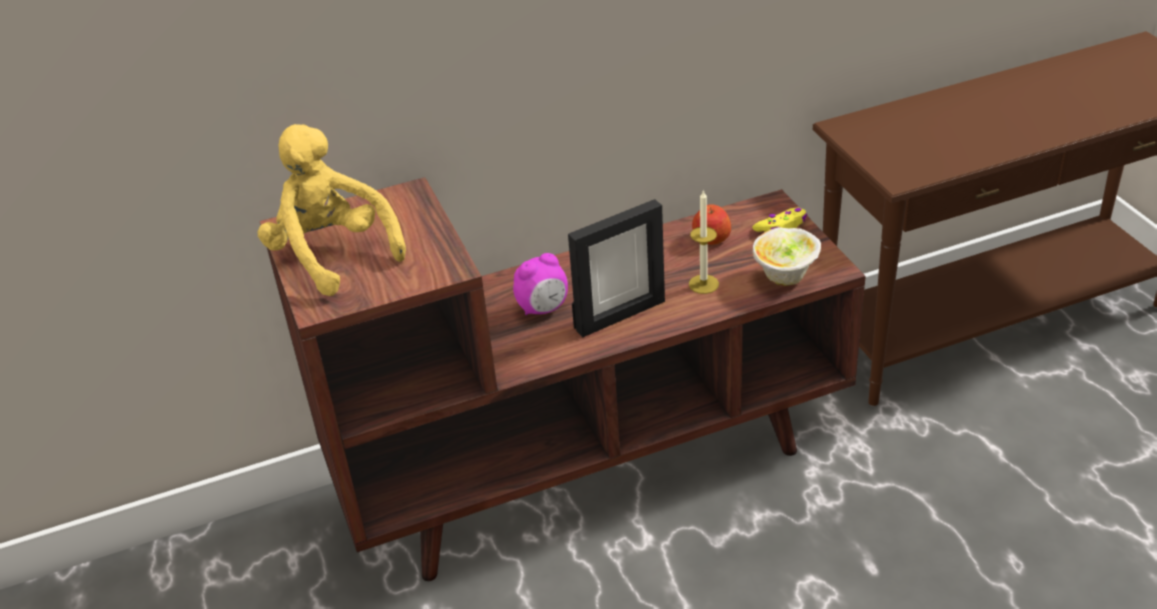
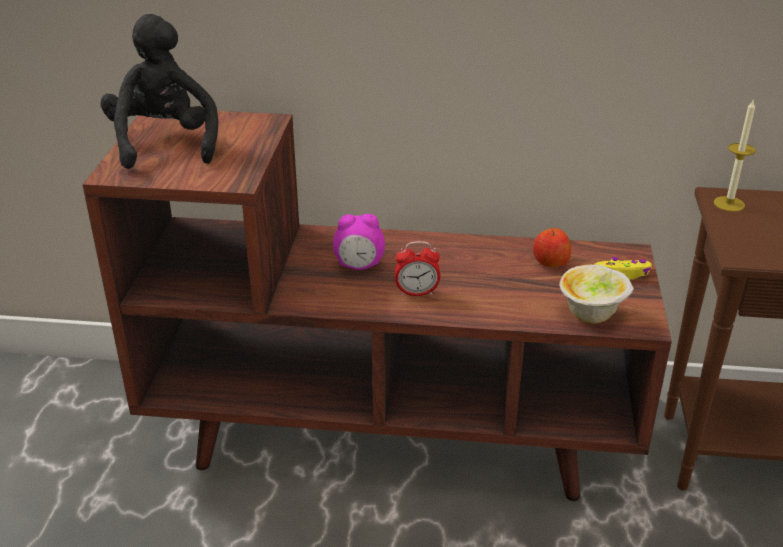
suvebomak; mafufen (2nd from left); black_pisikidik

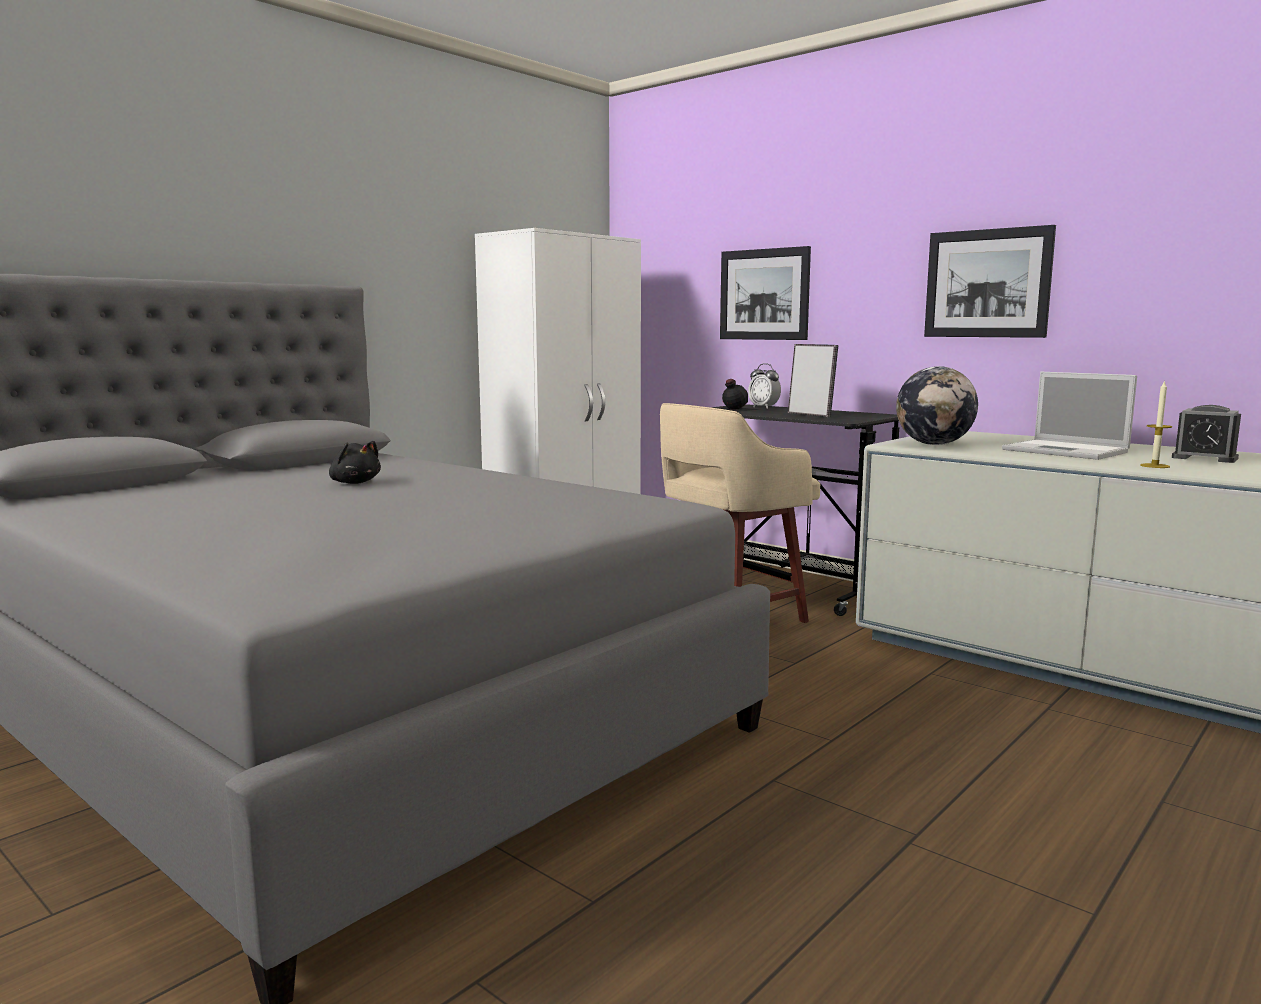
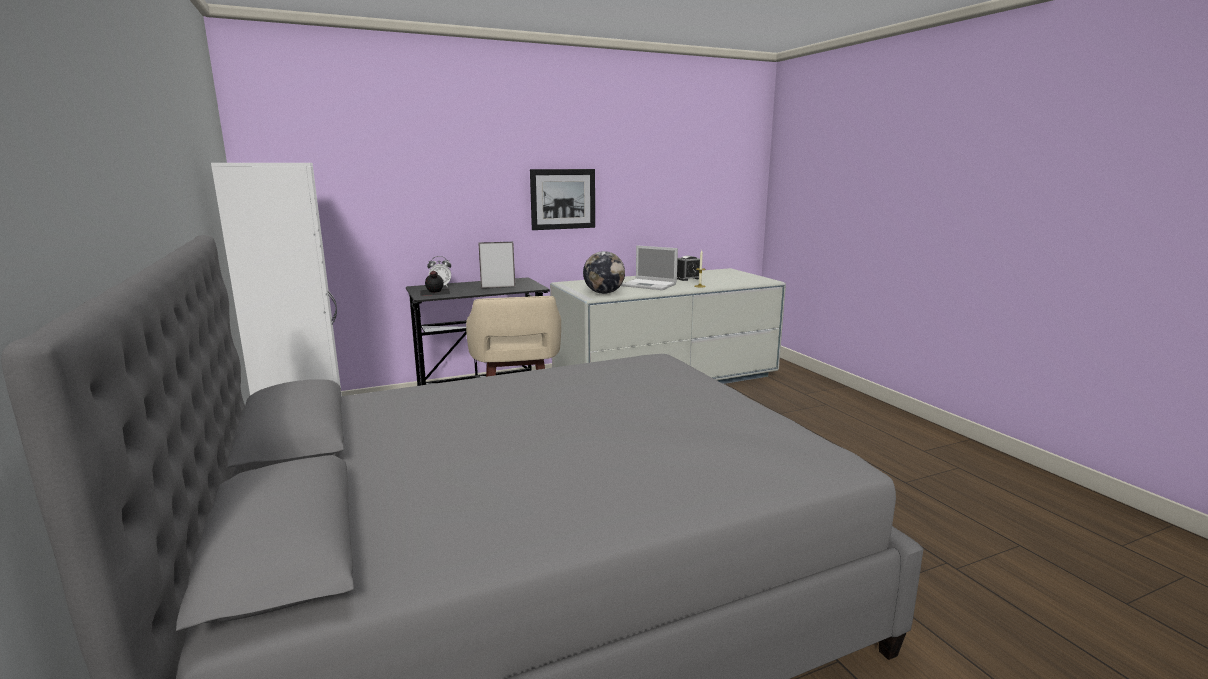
black_pisikidik; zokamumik (1st from left in the first image); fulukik

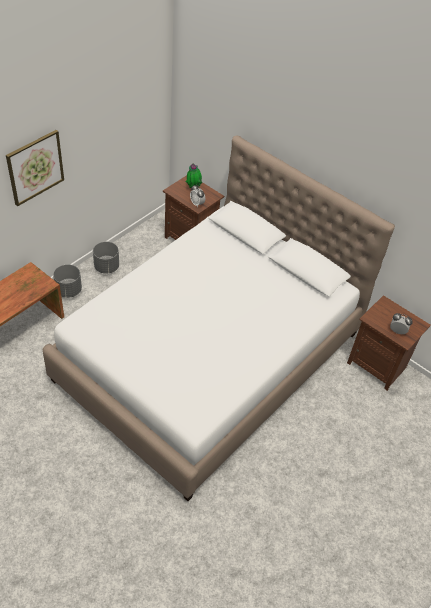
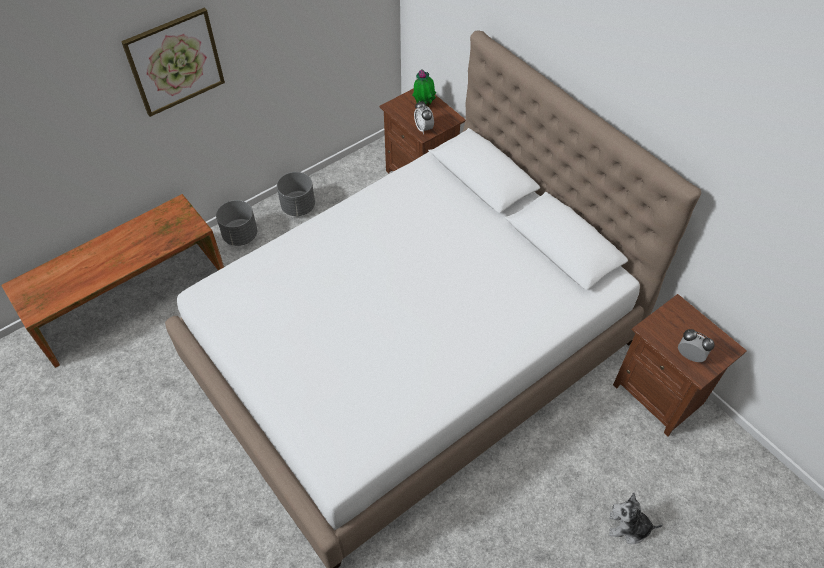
pisikidik

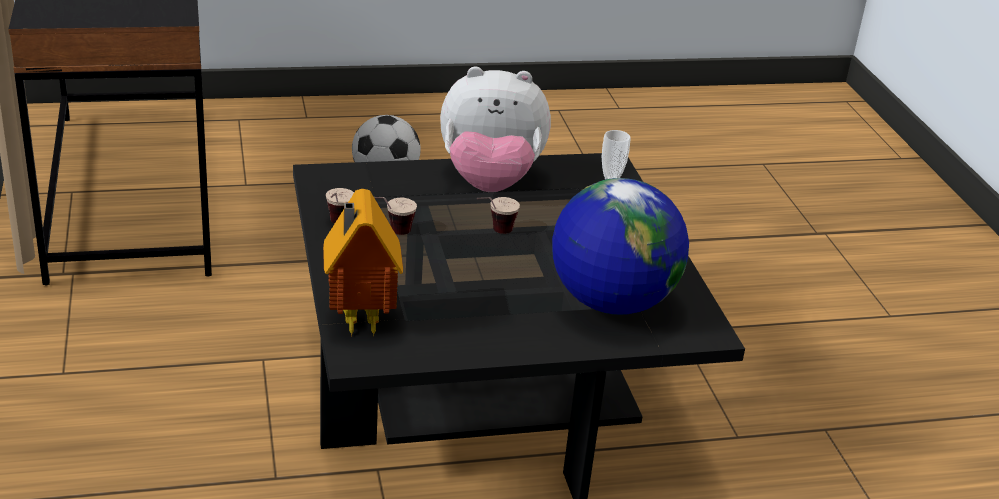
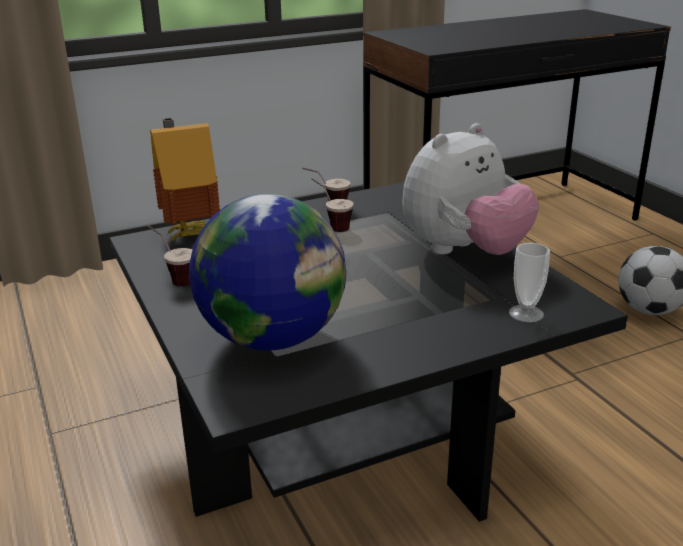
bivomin (1st from left); pisikidik

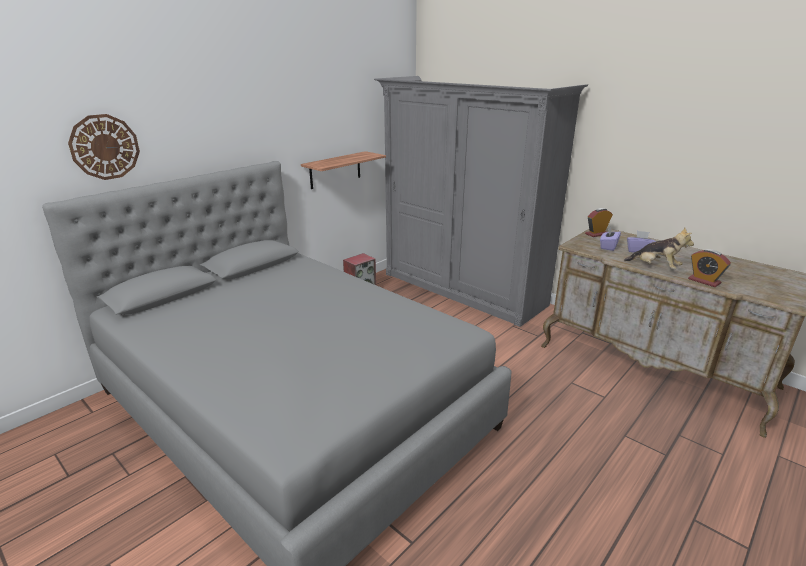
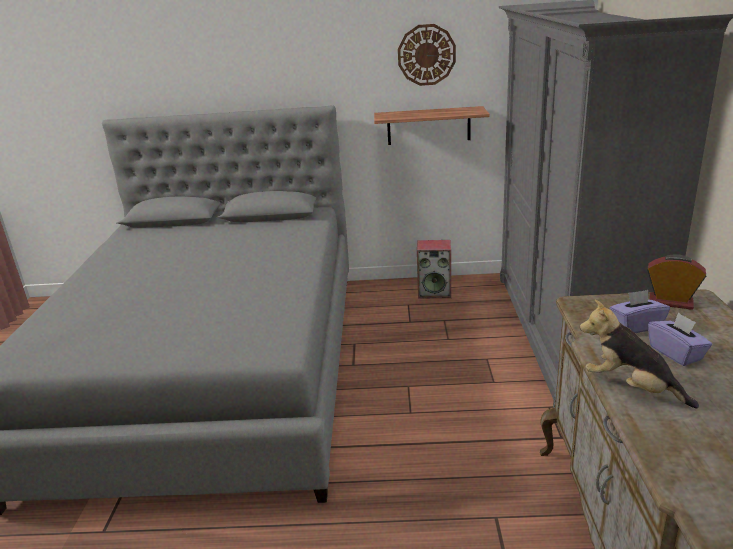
mafufen (2nd from left in the first image); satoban; pisikidik

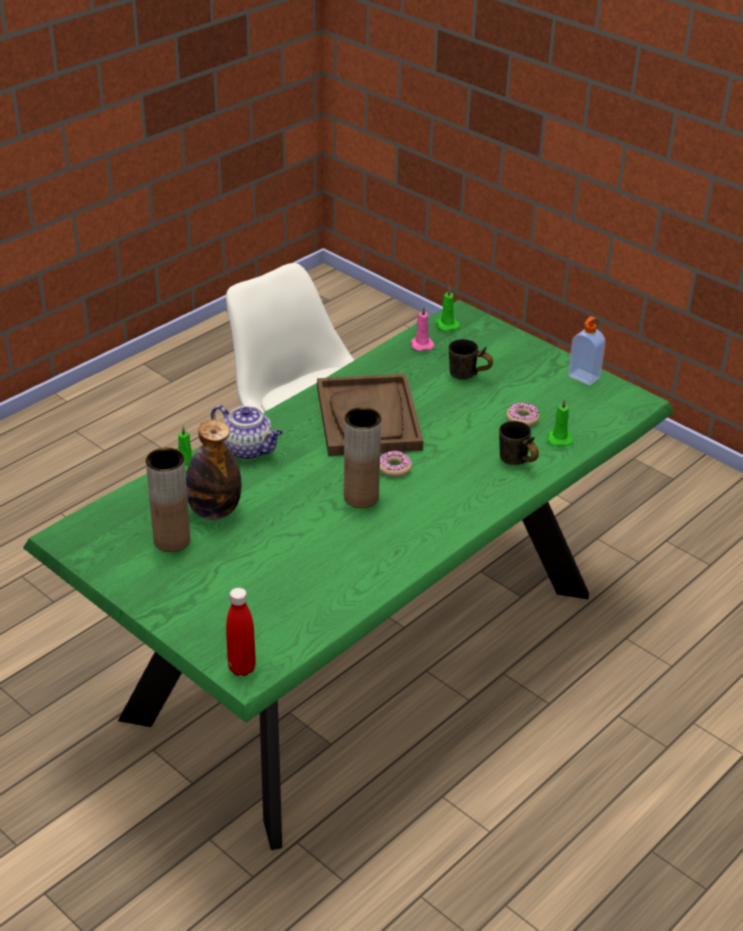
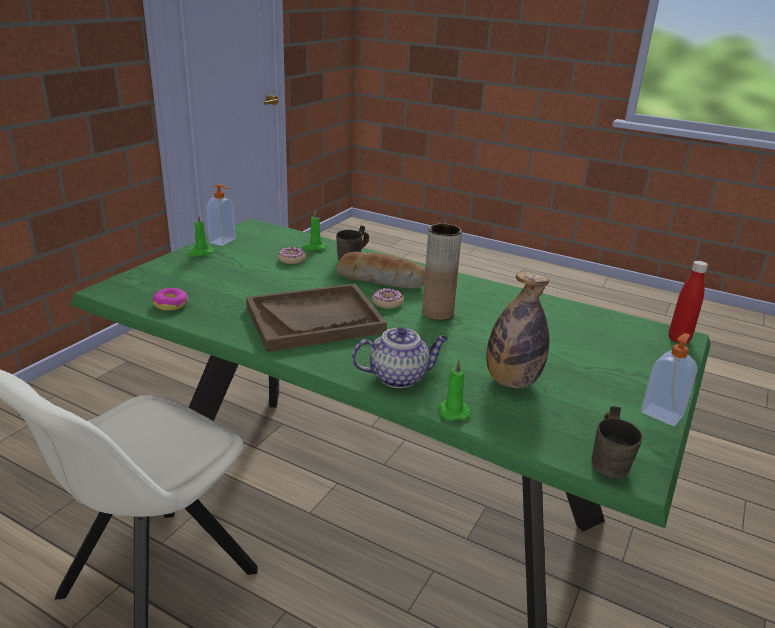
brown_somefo (1st from left in the first image); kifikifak; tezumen (2nd from left); green_suvebomak (1st from left); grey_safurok (2nd from left); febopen (1st from left); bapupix

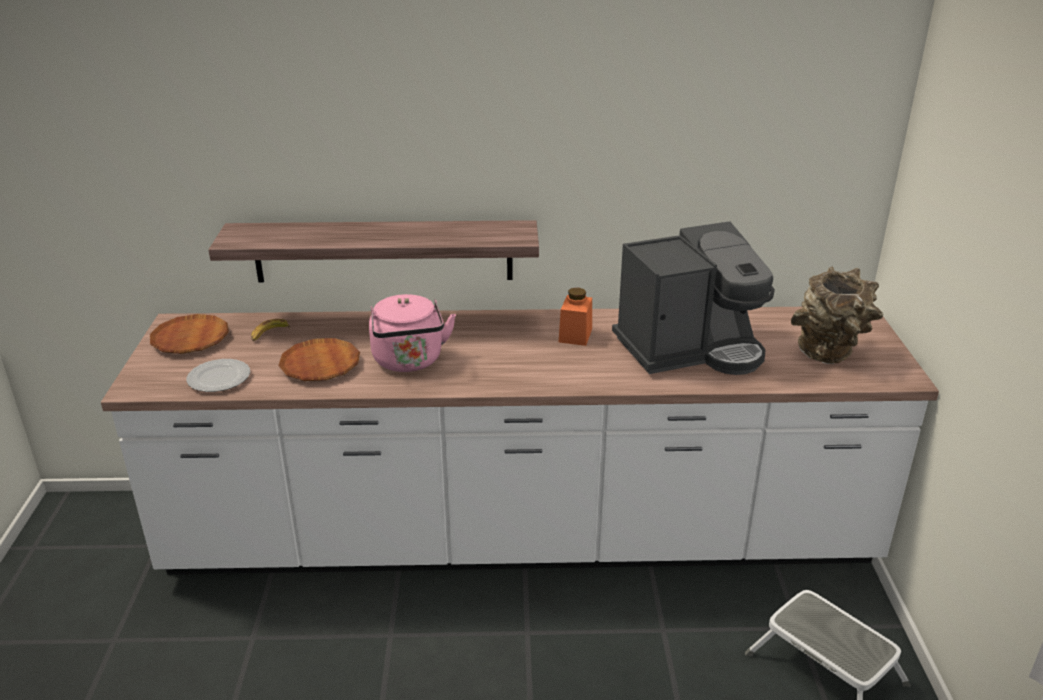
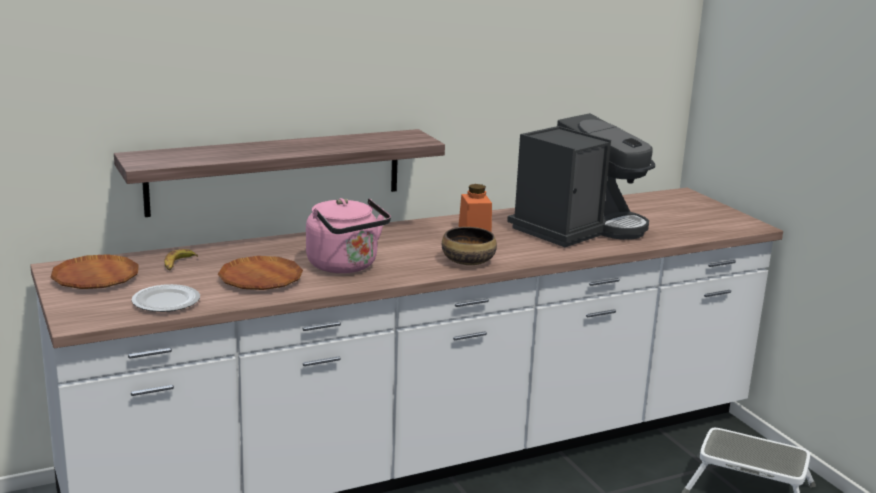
brown_somefo; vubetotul

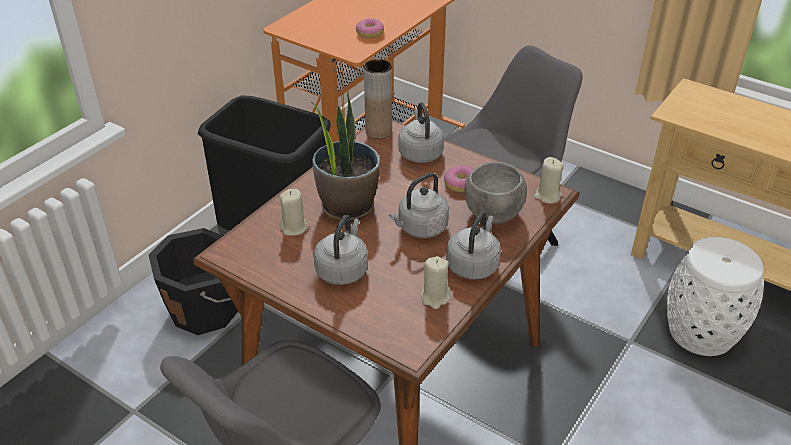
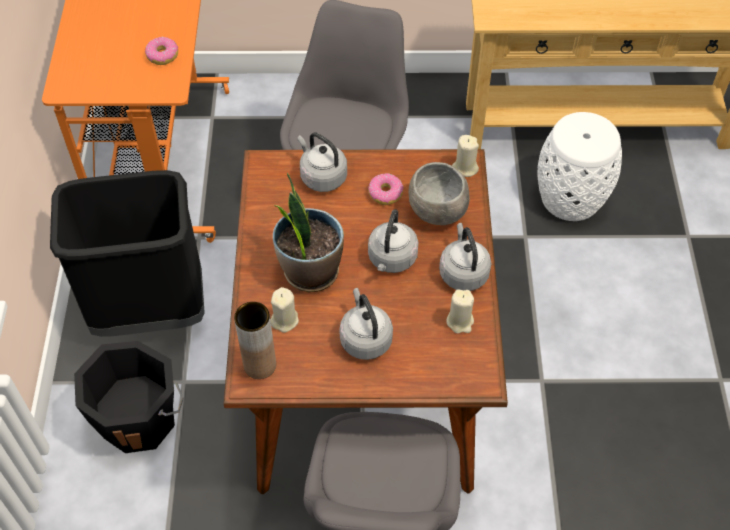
brown_somefo

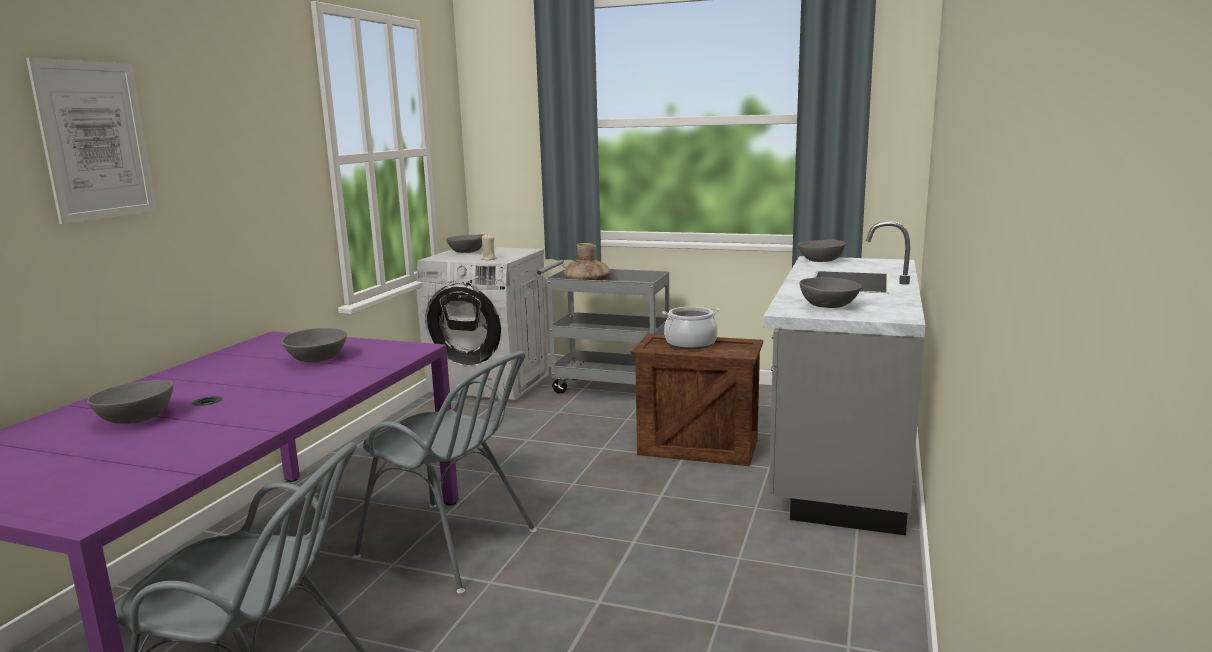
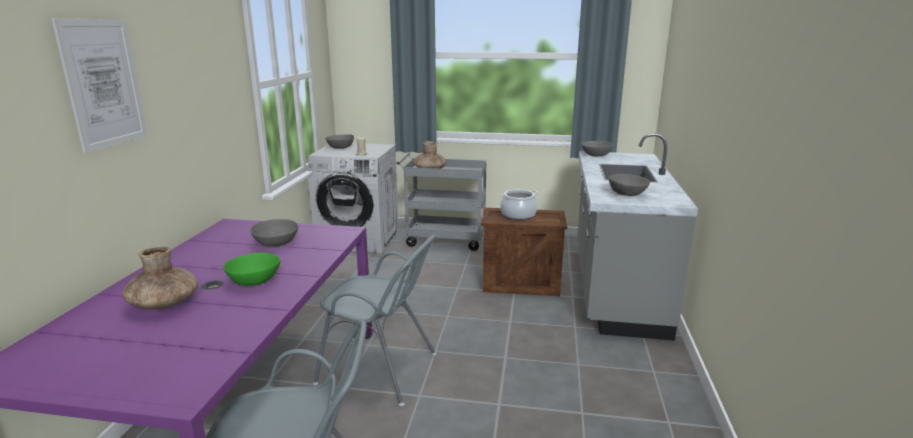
green_vubetotul; brown_somefo (1st from left)

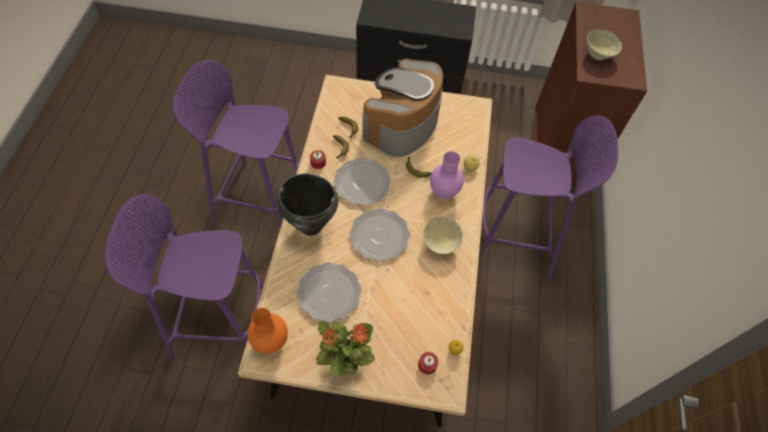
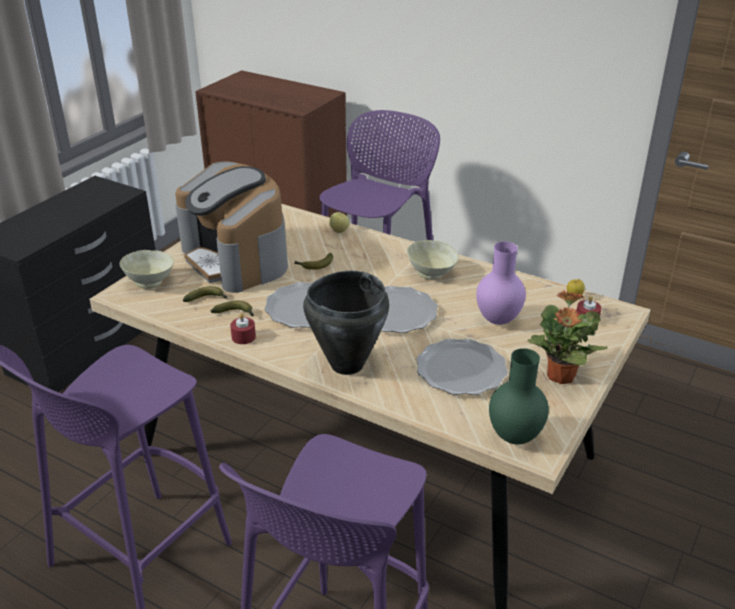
purple_somefo; beige_vubetotul (1st from left); green_somefo

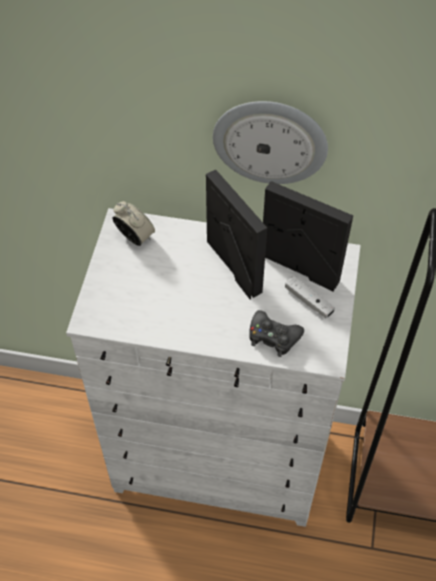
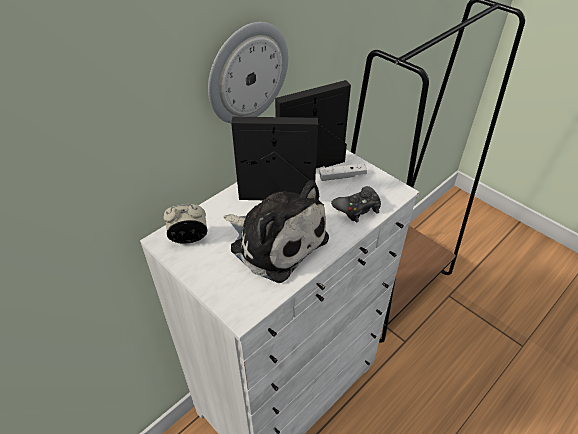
pisikidik

